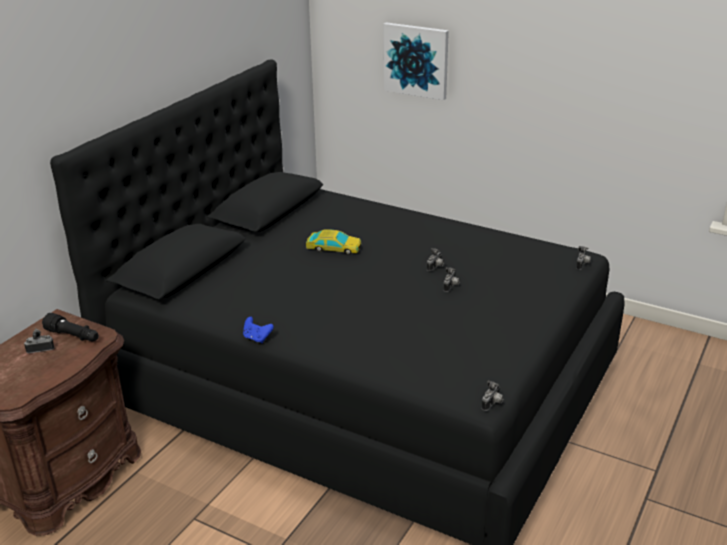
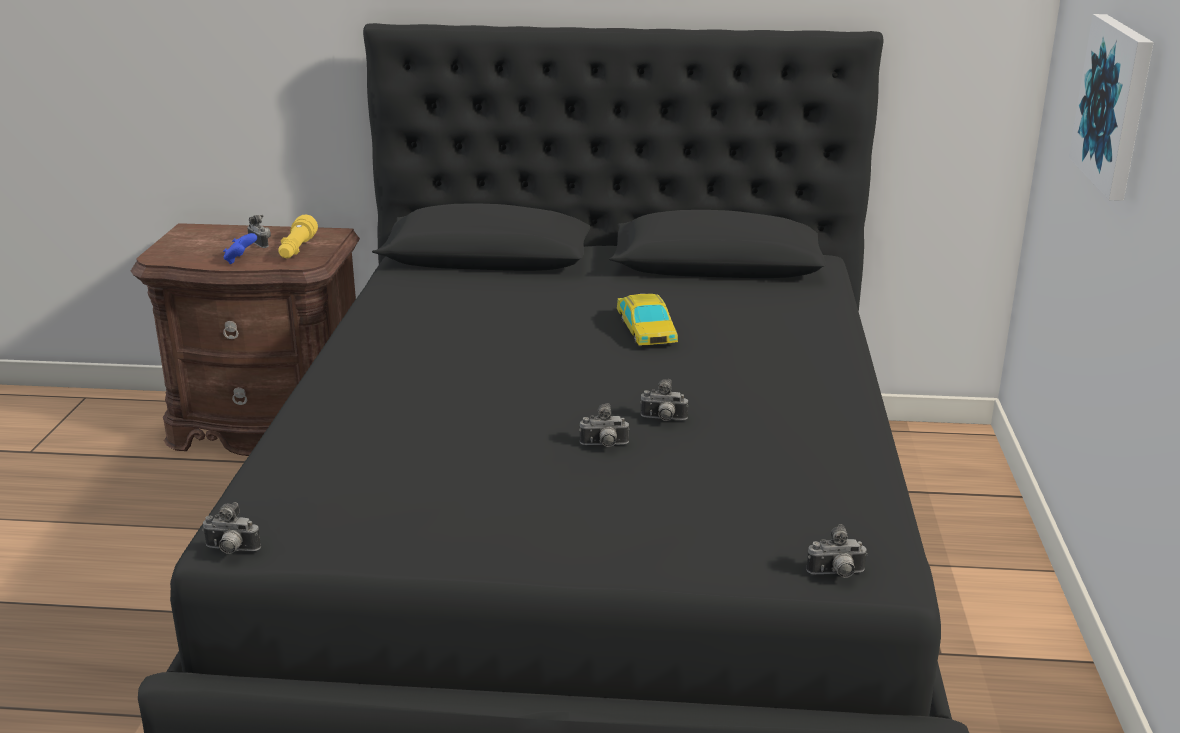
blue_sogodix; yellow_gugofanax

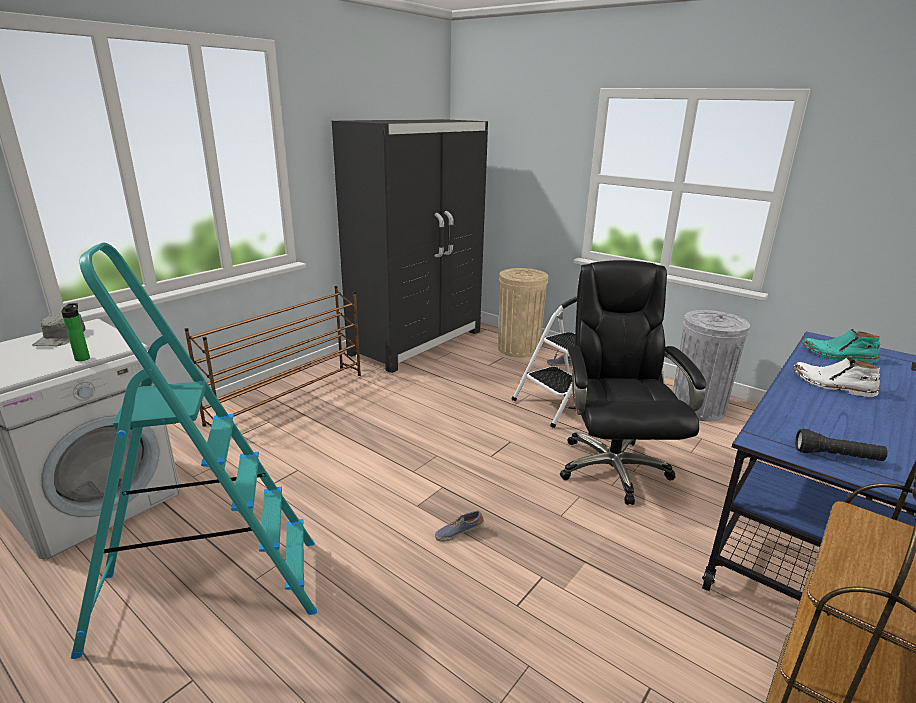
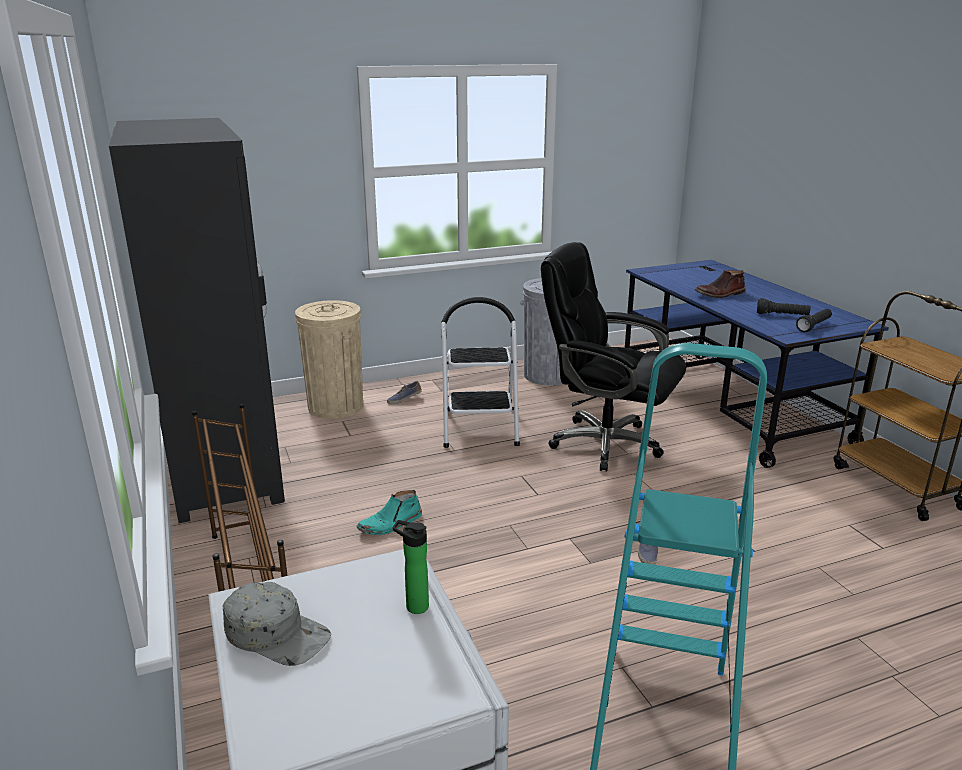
black_gugofanax (1st from left); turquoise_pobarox; brown_pobarox

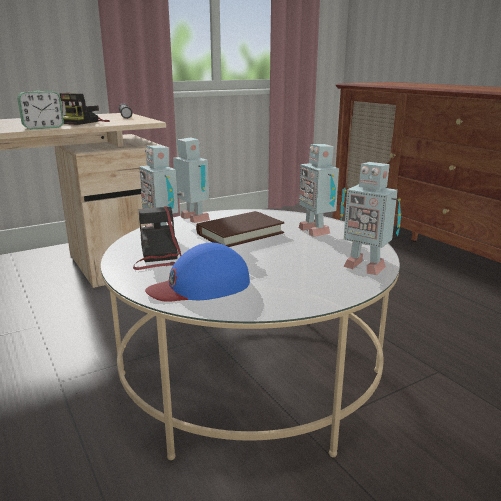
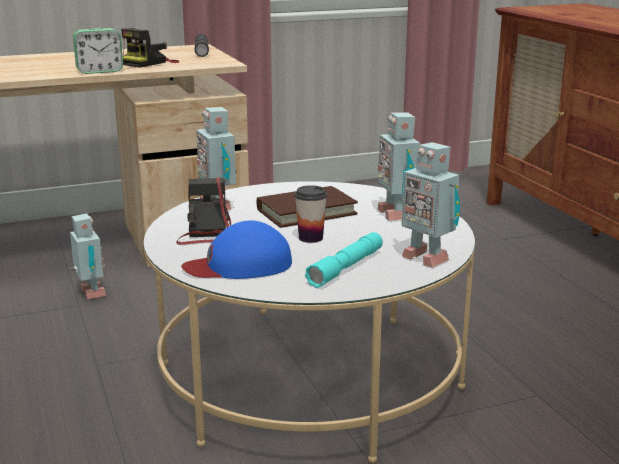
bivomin; turquoise_gugofanax; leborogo (1st from left)

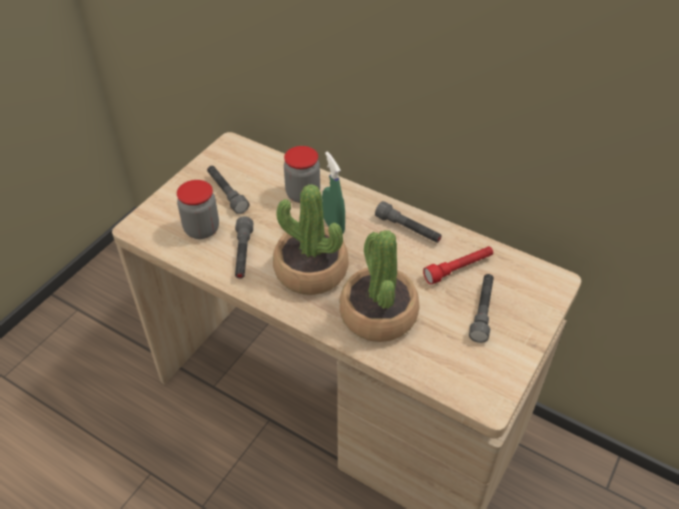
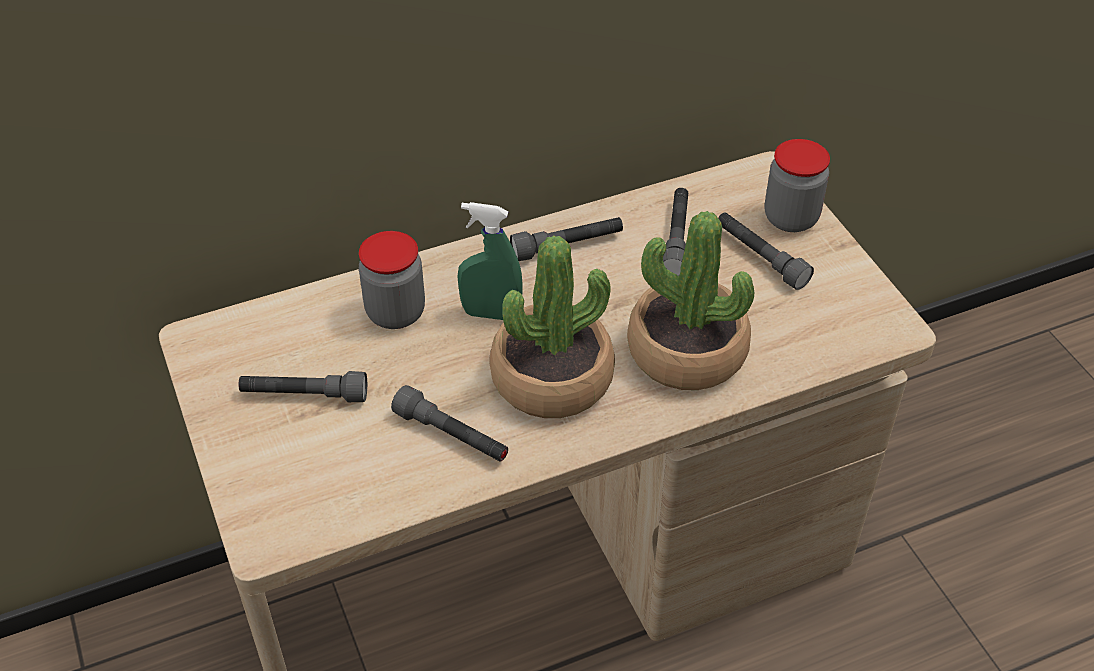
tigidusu (2nd from left); grey_gugofanax (4th from left)

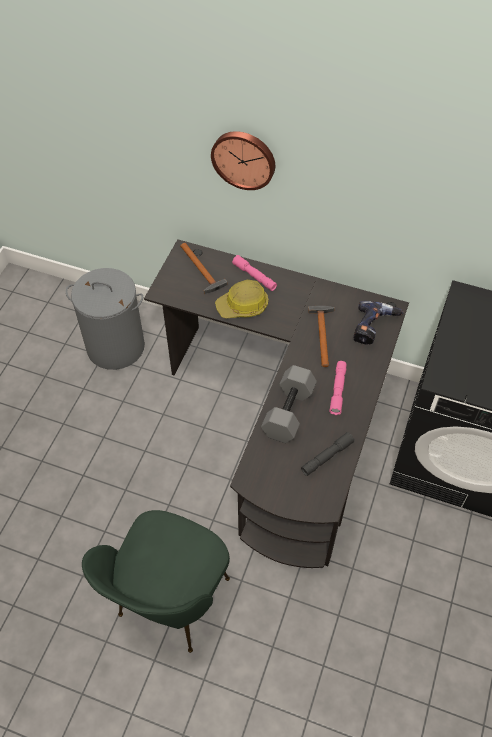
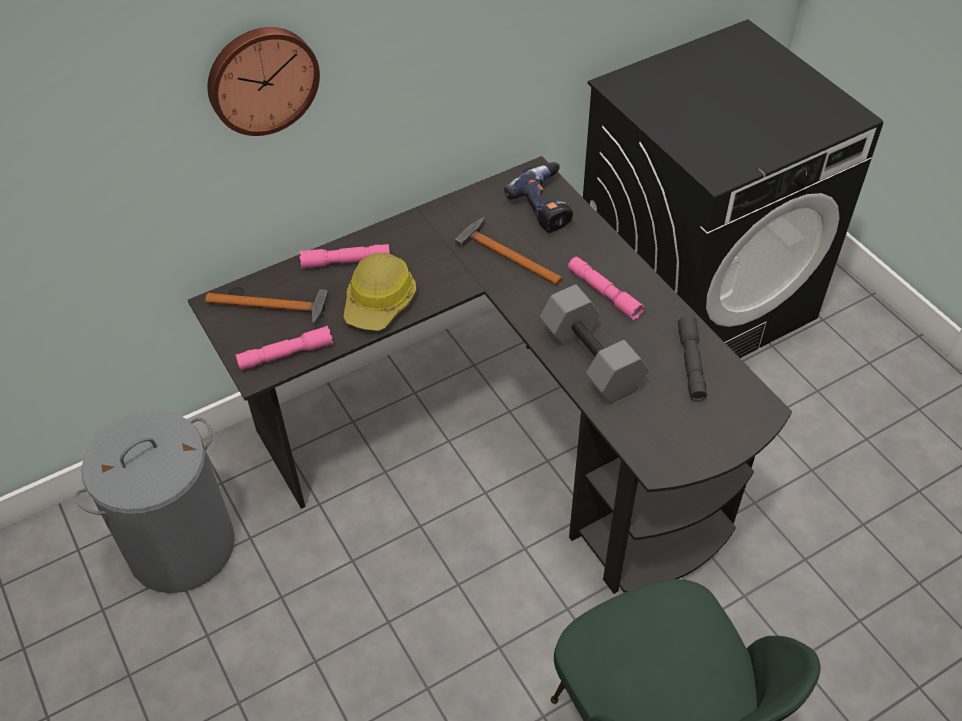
pink_gugofanax (1st from left)

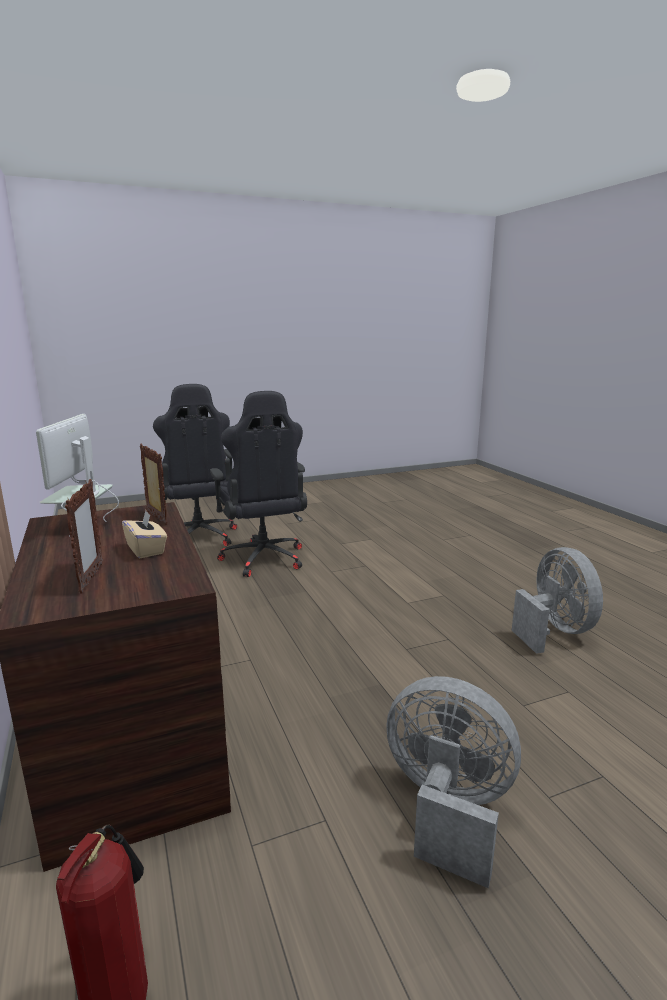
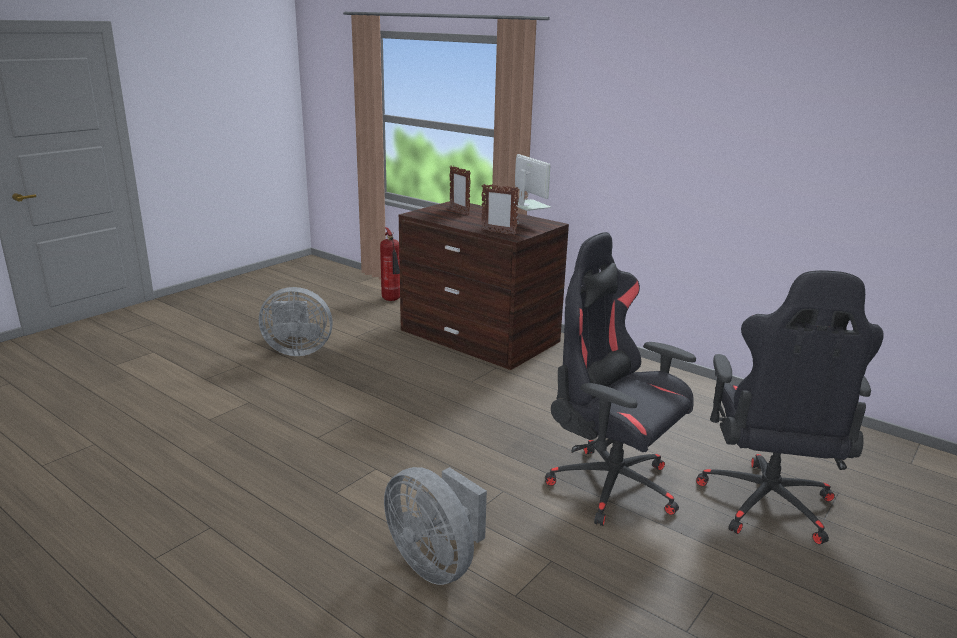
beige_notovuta; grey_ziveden (2nd from left); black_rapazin (2nd from left)

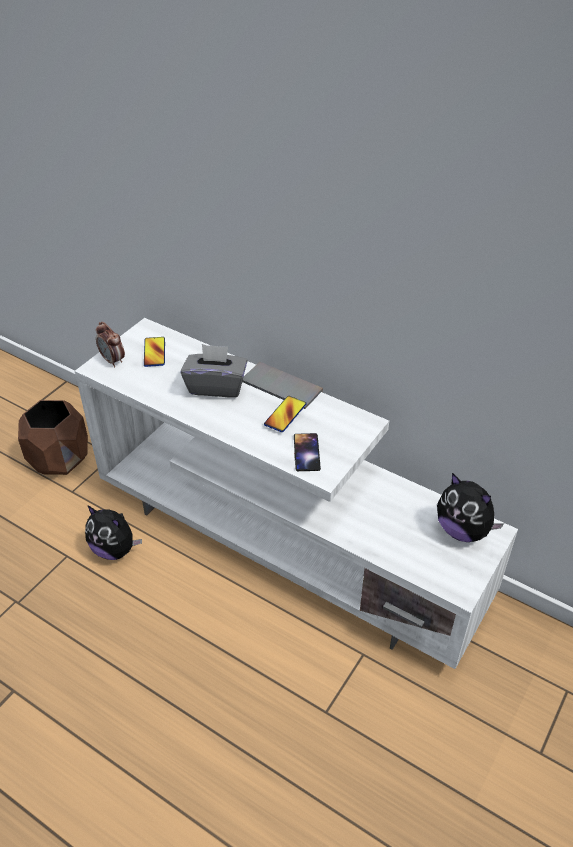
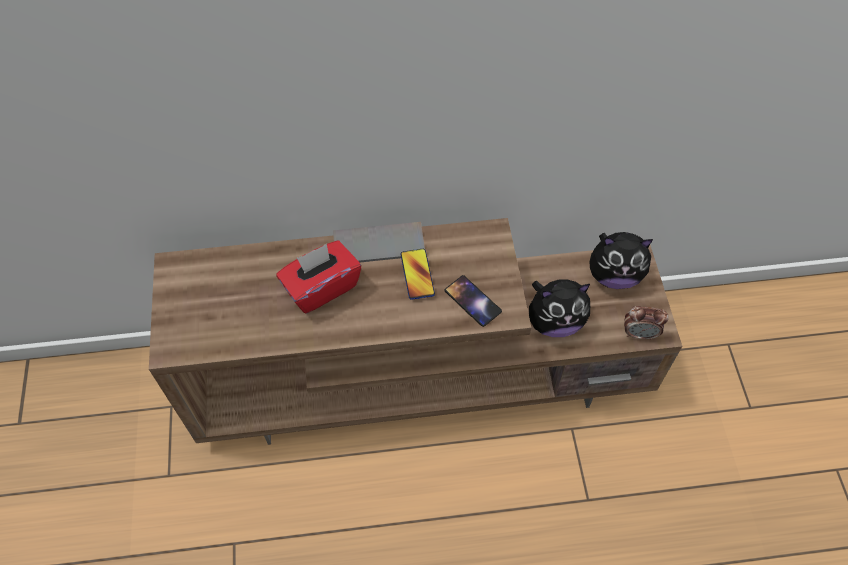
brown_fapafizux; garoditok (1st from left in the first image); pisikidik (1st from left); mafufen; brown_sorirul; red_notovuta

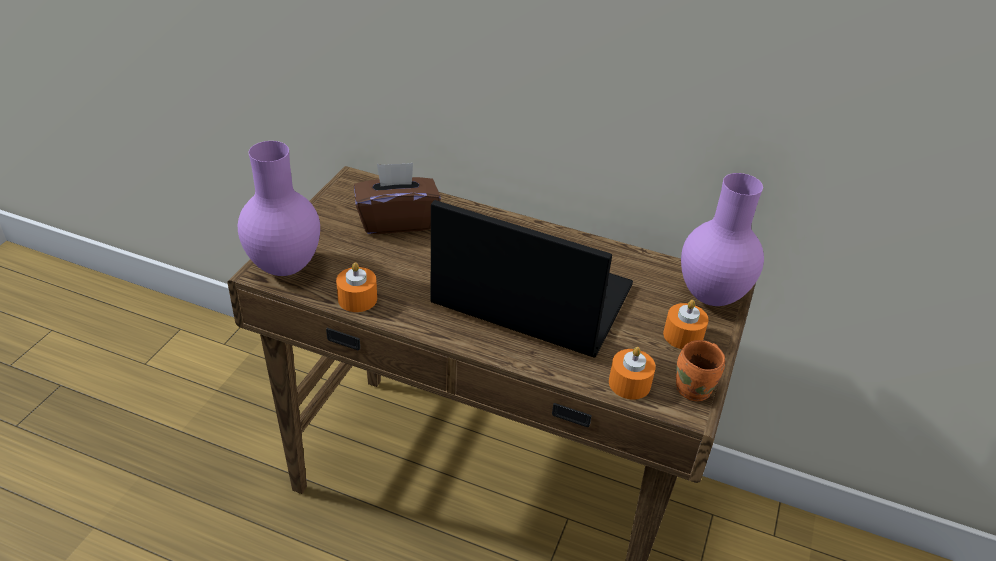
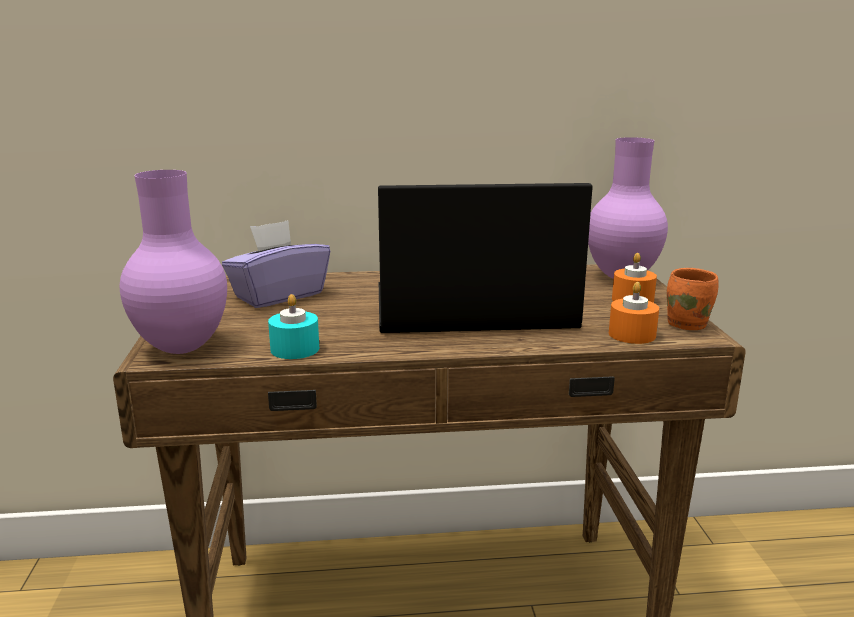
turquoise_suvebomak; purple_notovuta

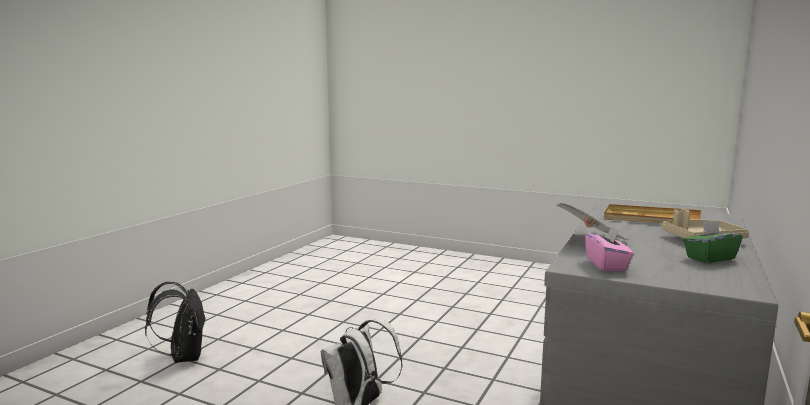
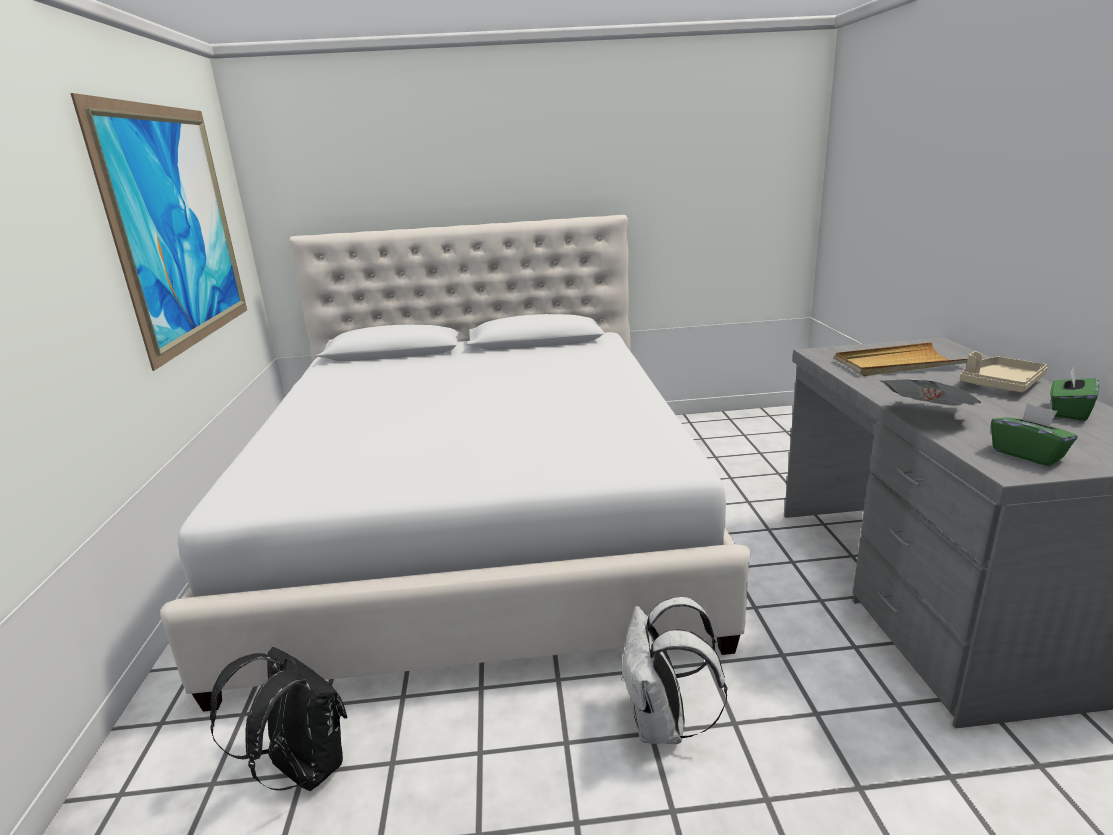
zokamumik; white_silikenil; green_notovuta (1st from left)

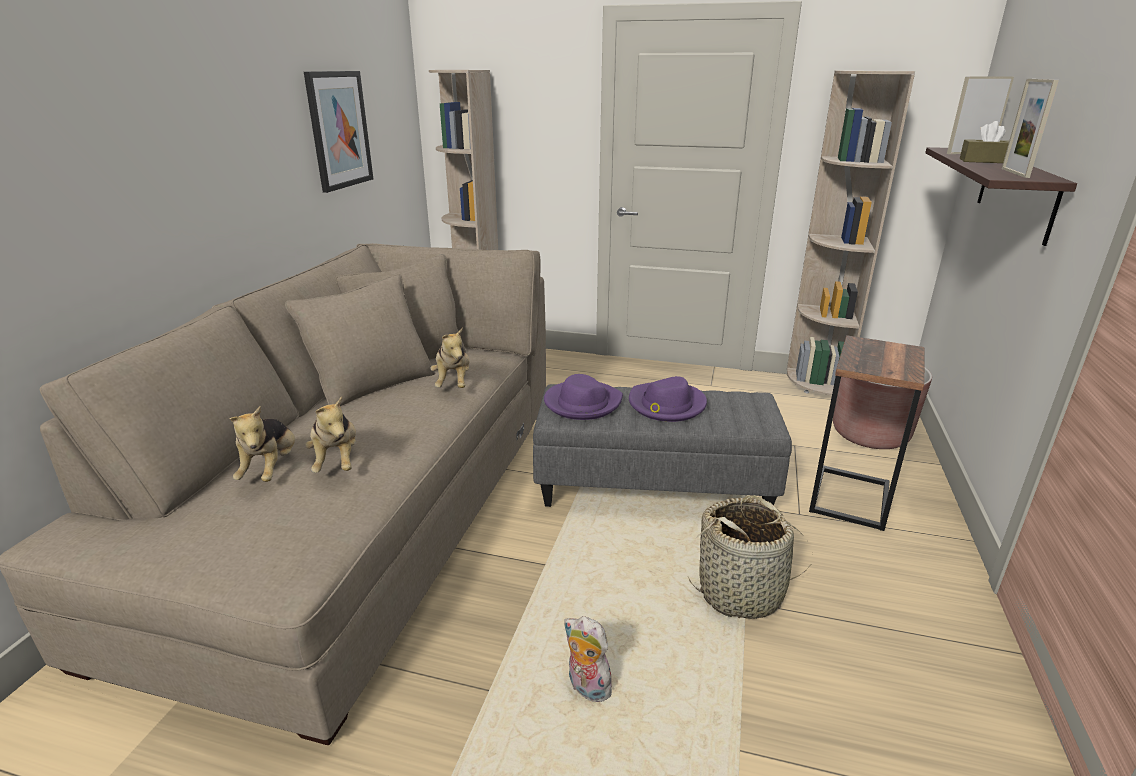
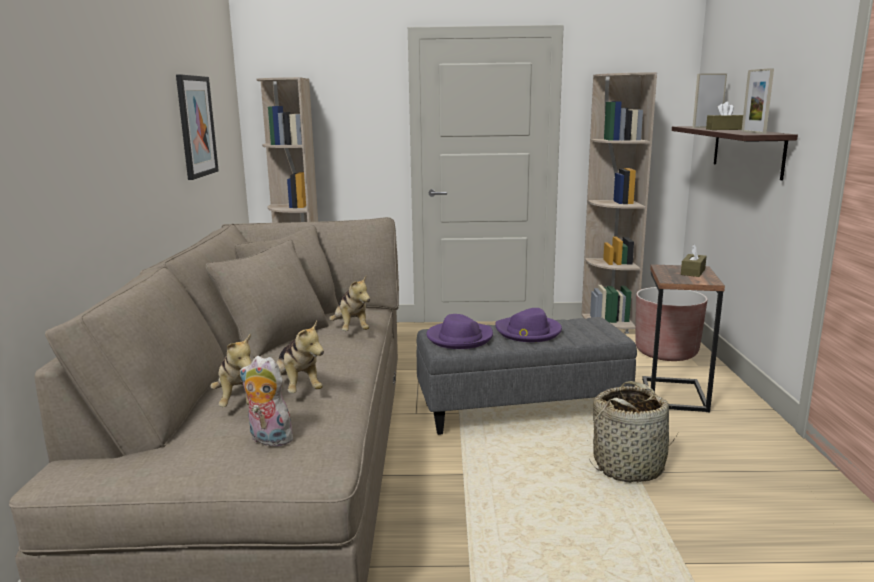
brown_notovuta (1st from left); pisikidik (2nd from left)

